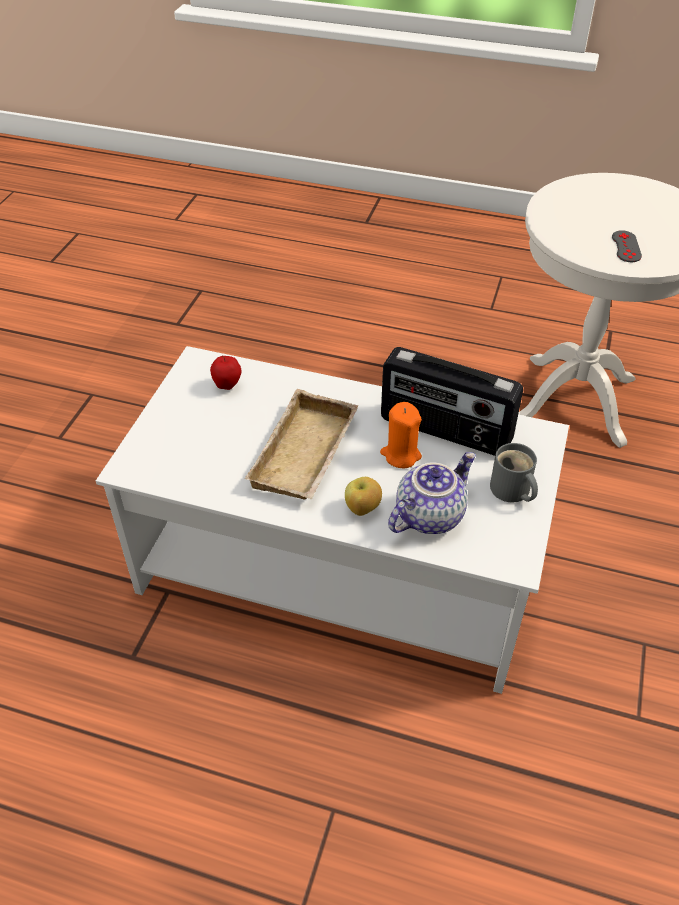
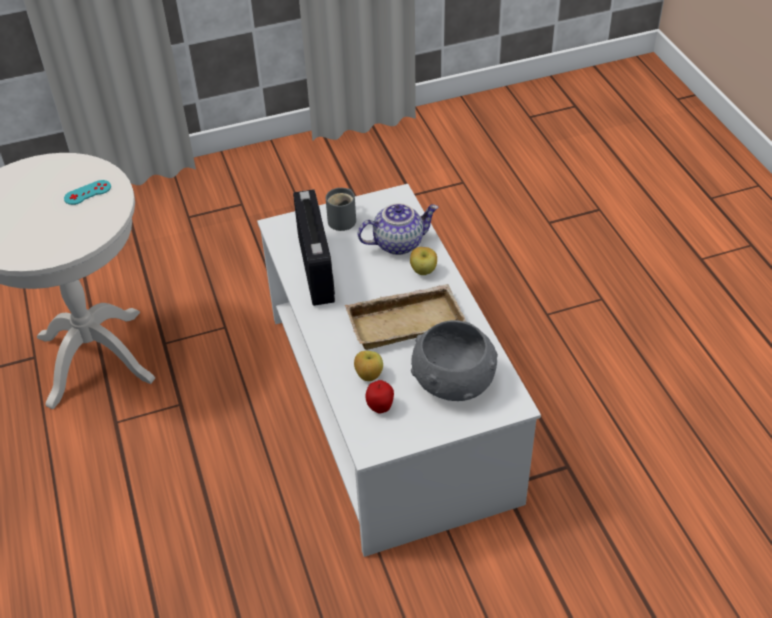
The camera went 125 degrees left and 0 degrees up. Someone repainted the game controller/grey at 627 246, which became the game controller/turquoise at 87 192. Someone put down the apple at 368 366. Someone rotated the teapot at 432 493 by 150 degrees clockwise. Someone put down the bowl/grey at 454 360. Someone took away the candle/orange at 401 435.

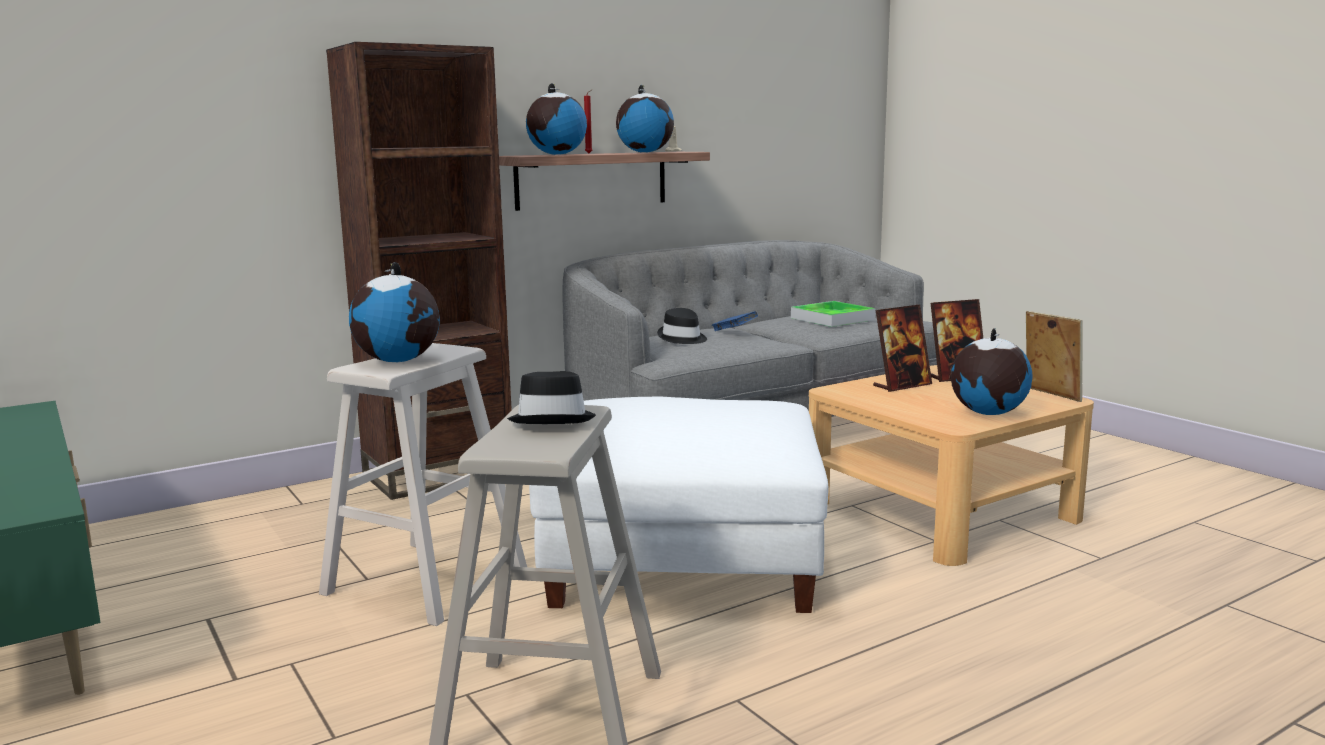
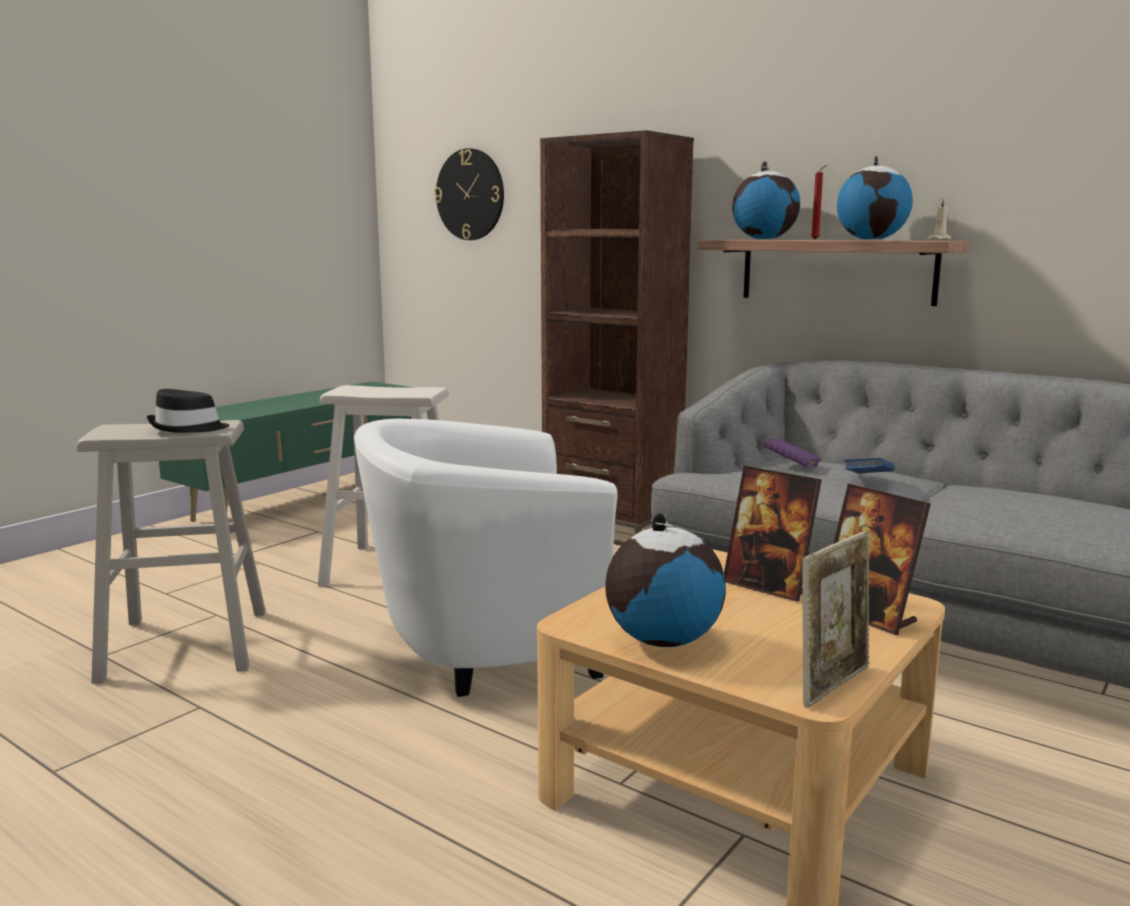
The camera went 70 degrees right and 0 degrees up. Someone swapped the ottoman/white at 679 504 for the armchair/white at 486 557. Someone put up the wall clock at 469 194. Someone swapped the hat/black at 682 326 for the book/purple at 792 453. Someone took away the globe at 394 312. Someone took away the tray at 833 314.

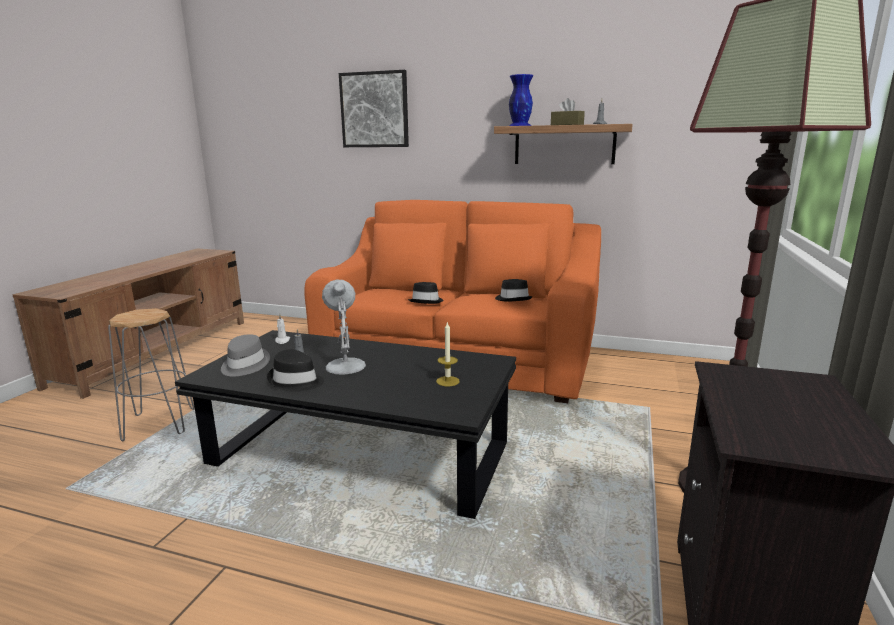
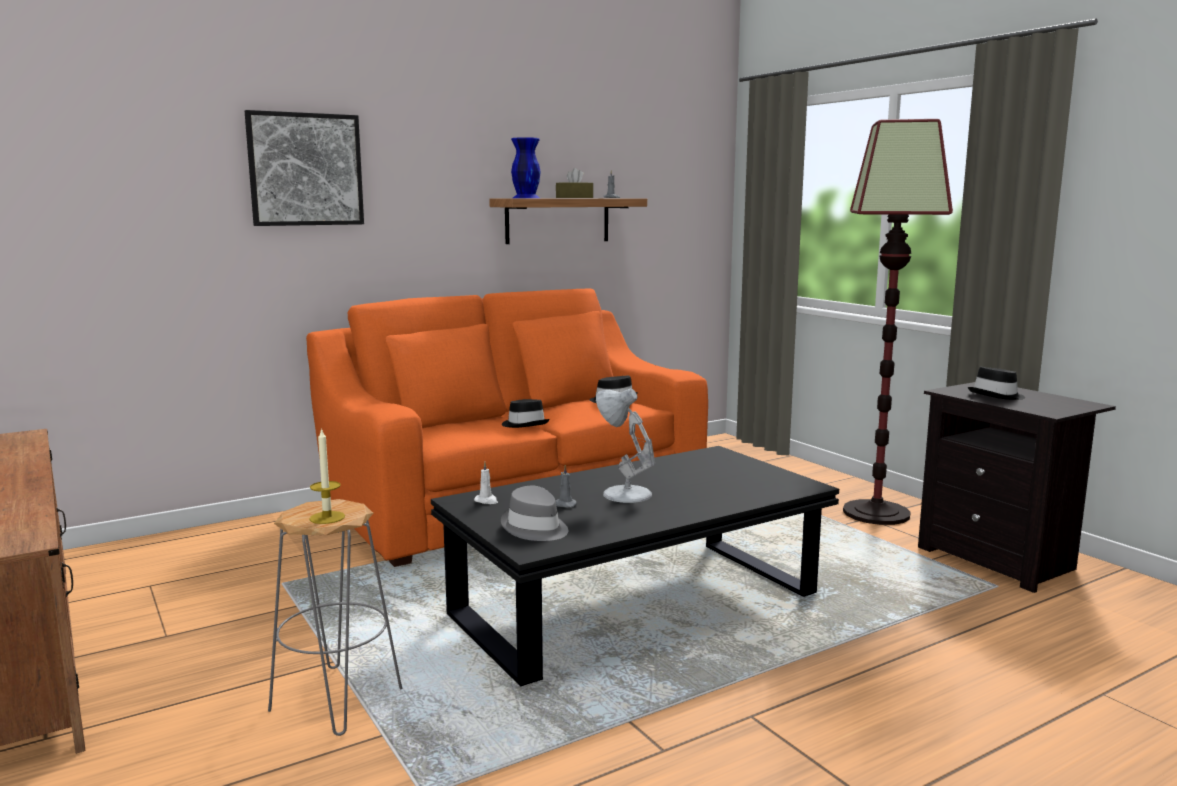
The camera went 50 degrees left and 5 degrees down. Someone carried the candle from 448 354 to 327 476. Someone carried the hat/black from 295 370 to 996 383.

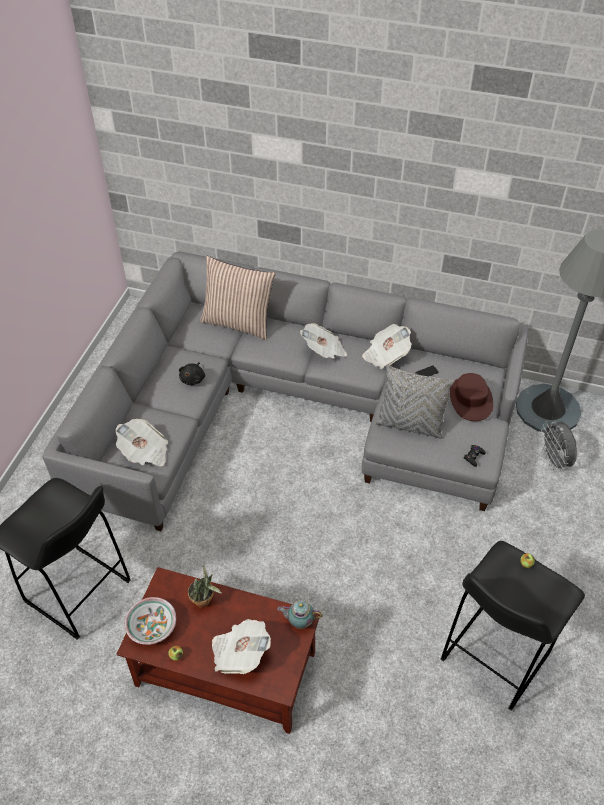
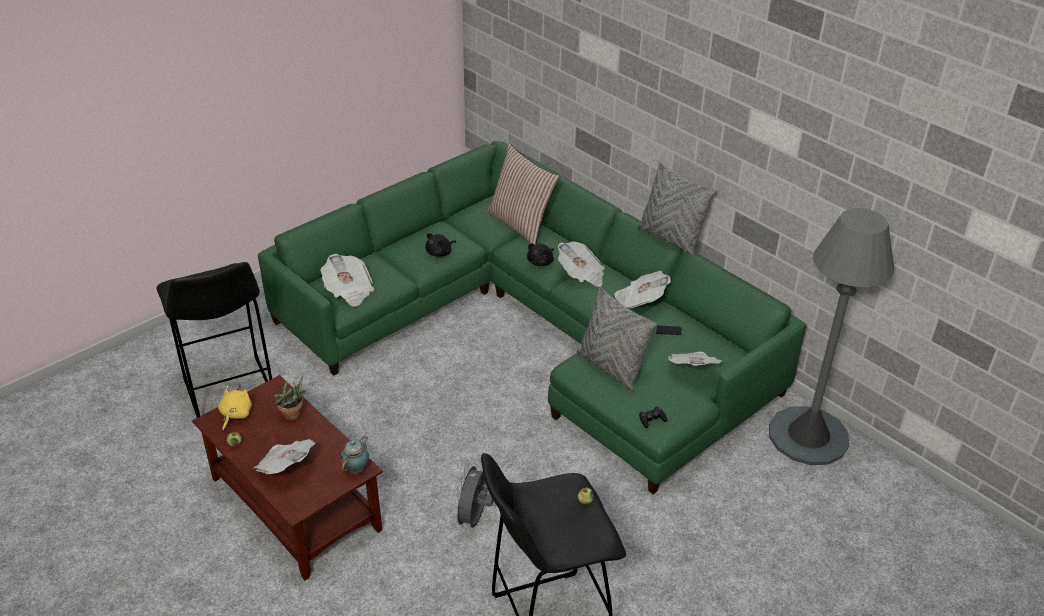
The camera went 30 degrees right and 10 degrees down. Someone swapped the bowl at 150 621 for the plush toy/yellow at 235 408. Someone repainted the sofa/grey at 285 391, which became the sofa/green at 532 317. Someone rotated the teapot at 300 614 by 75 degrees clockwise. Someone carried the fan/grey from 558 446 to 473 495. Someone put down the plush toy/black at 540 254. Someone put down the pillow/grey at 677 209. Someone swapped the hat/brown at 472 397 for the newspaper at 695 359.

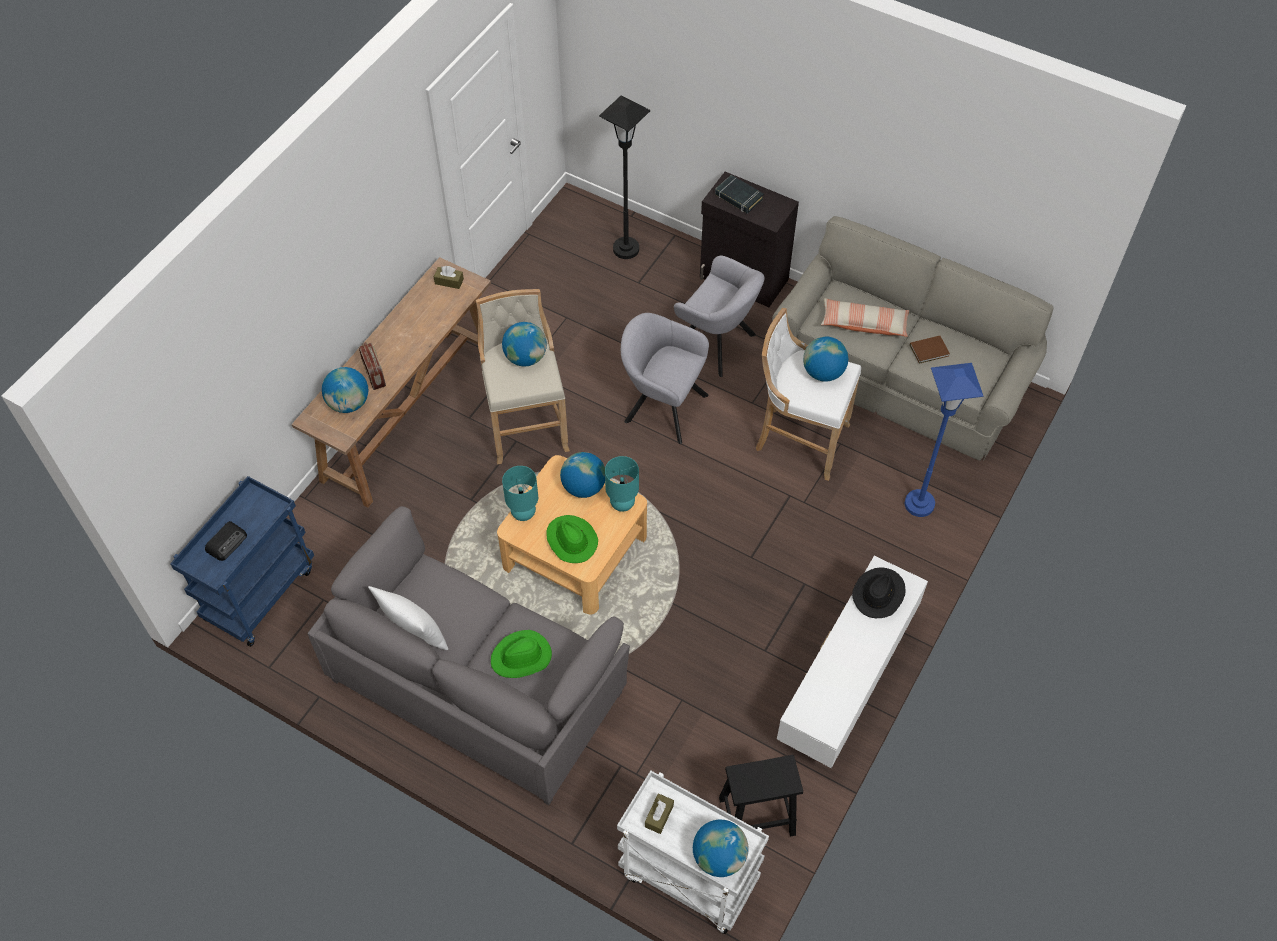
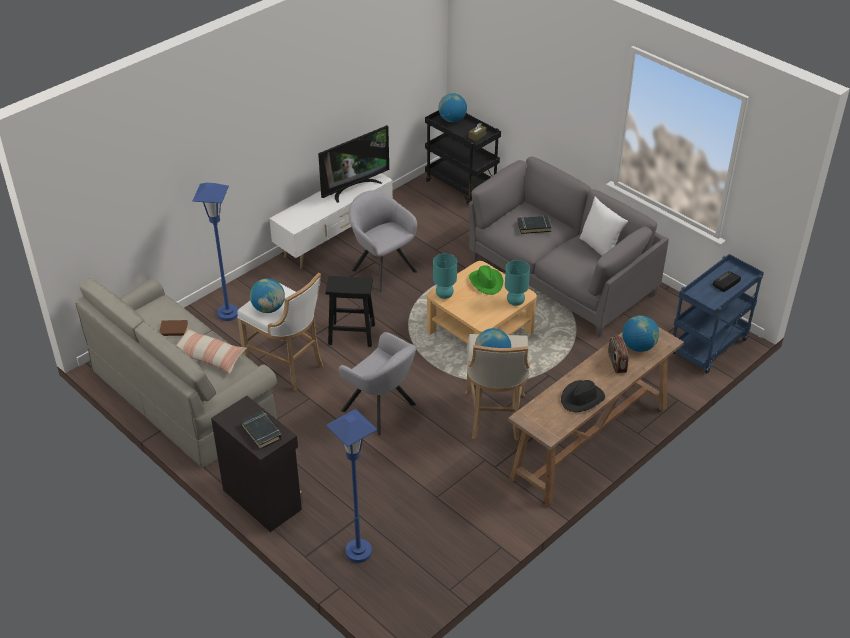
The camera went 165 degrees left and 15 degrees down. Someone put down the television at 353 164. Someone carried the stool/black from 761 796 to 350 311. Someone repainted the floor lamp/black at 625 177, which became the floor lamp/blue at 351 486. Someone carried the armchair/grey from 719 316 to 383 241. Someone repainted the cart/white at 693 852, which became the cart/black at 463 157. Someone swapped the hat/green at 521 654 for the book/black at 535 225. Someone carried the hat/black from 878 592 to 583 396. Someone took away the tissue box/brown at 449 277. Someone took away the globe at 582 475.

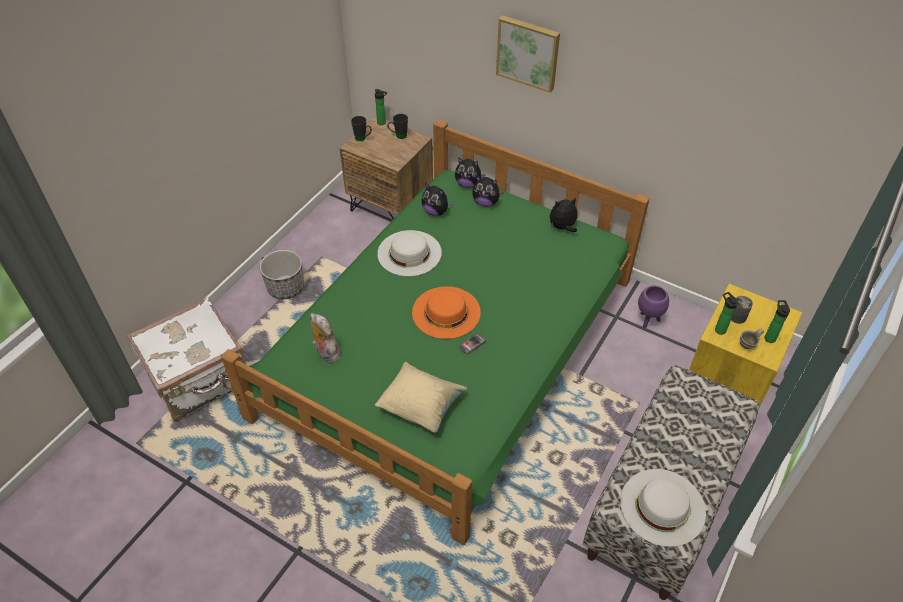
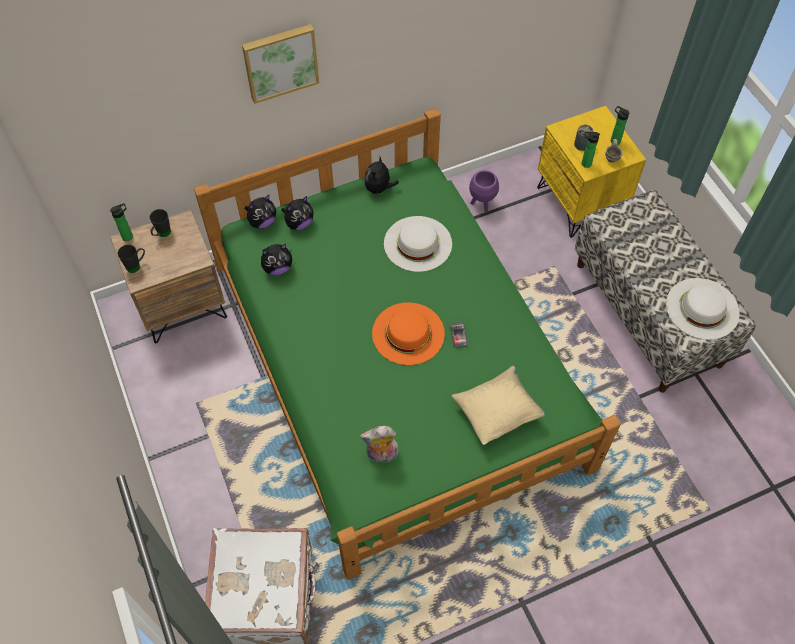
The camera went 55 degrees left and 10 degrees up. Someone carried the hat/white from 409 253 to 418 244. Someone took away the planter at 282 274.

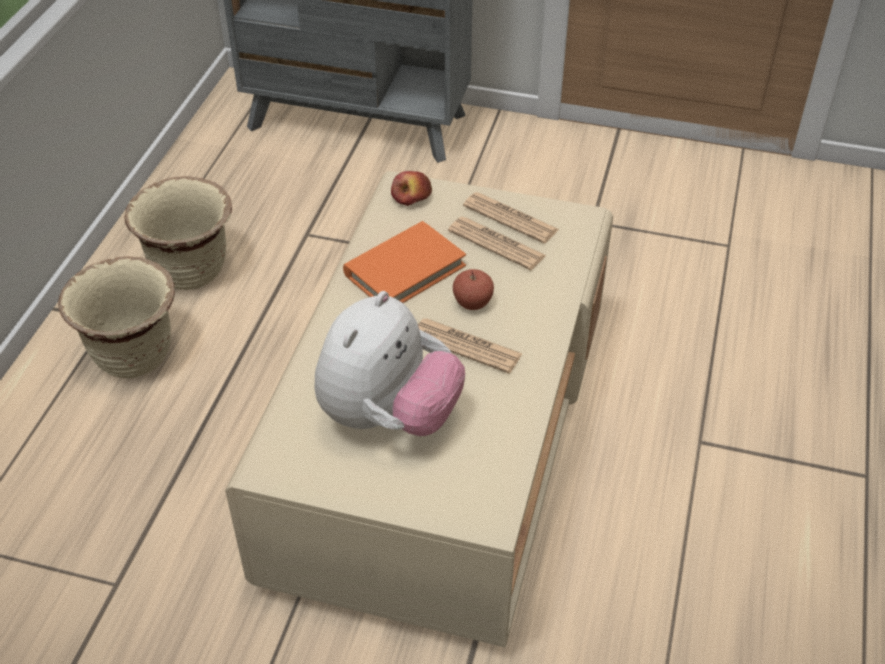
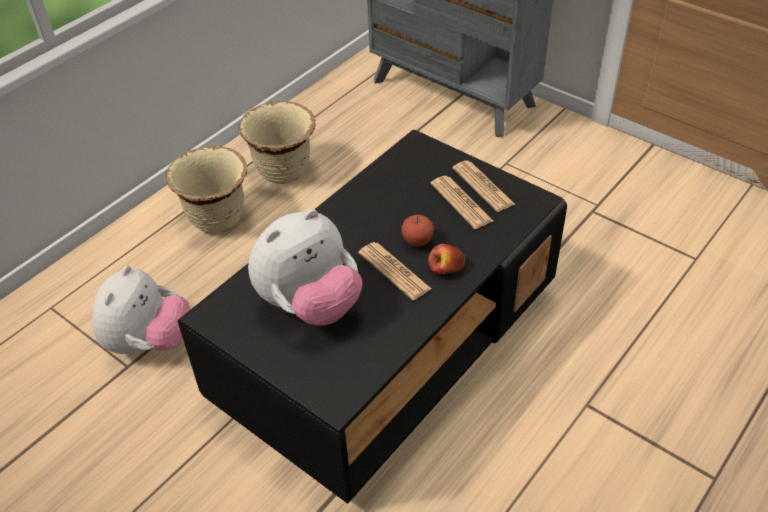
The camera went 25 degrees right and 0 degrees up. Someone put down the plush toy at 141 310. Someone repainted the coffee table/beige at 419 409, which became the coffee table/black at 372 317. Someone carried the apple from 411 188 to 446 259. Someone took away the book/orange at 404 262.

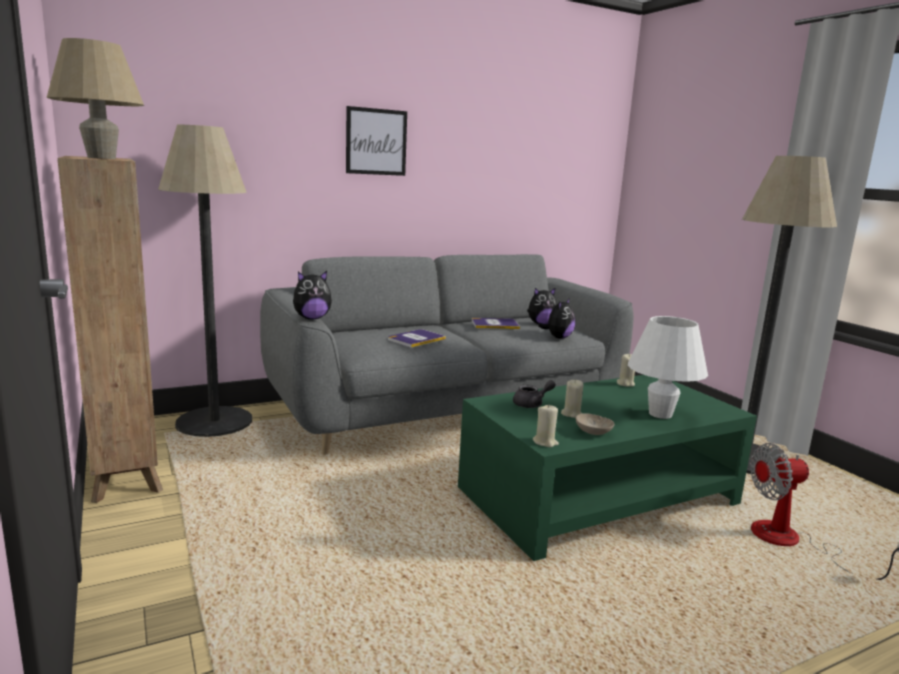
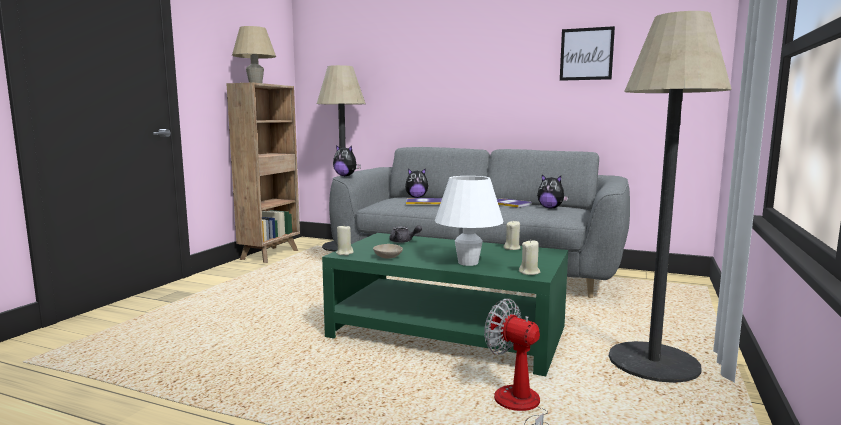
The camera went 50 degrees right and 5 degrees down. Someone carried the plush toy from 557 318 to 417 183. Someone carried the candle/beige from 572 398 to 529 257. Someone carried the picture from 376 141 to 587 53.

